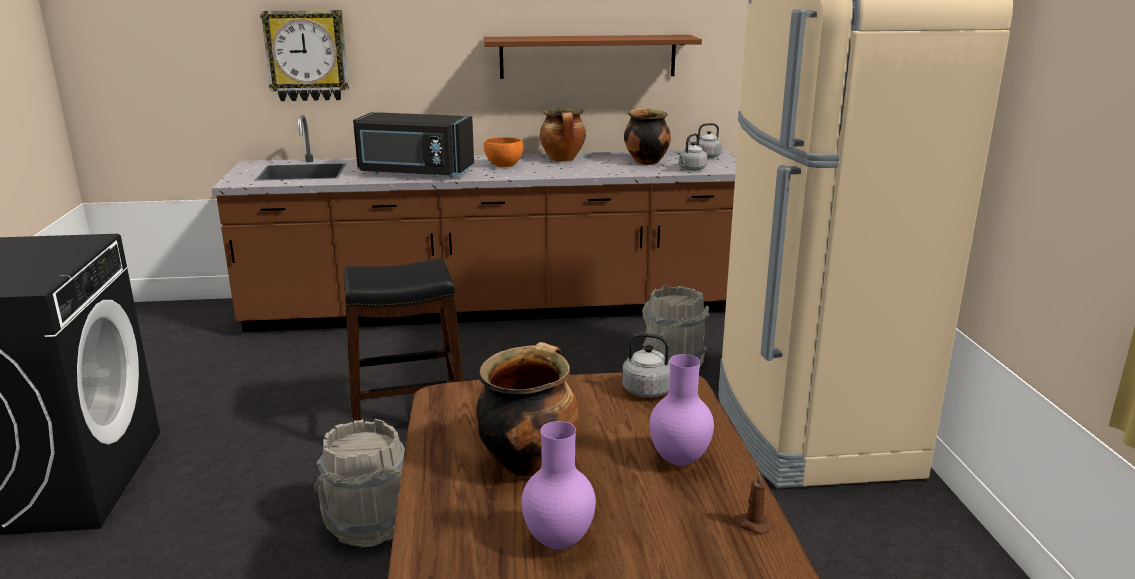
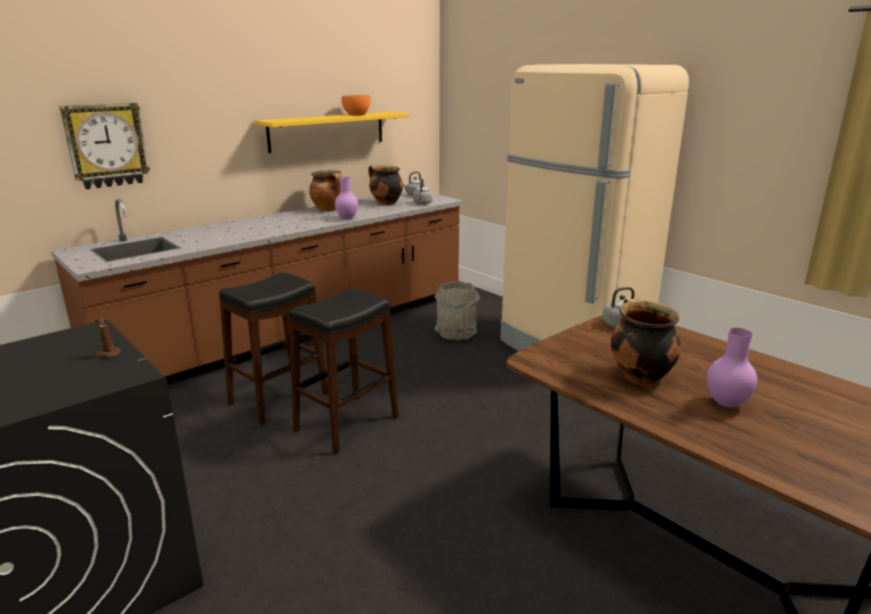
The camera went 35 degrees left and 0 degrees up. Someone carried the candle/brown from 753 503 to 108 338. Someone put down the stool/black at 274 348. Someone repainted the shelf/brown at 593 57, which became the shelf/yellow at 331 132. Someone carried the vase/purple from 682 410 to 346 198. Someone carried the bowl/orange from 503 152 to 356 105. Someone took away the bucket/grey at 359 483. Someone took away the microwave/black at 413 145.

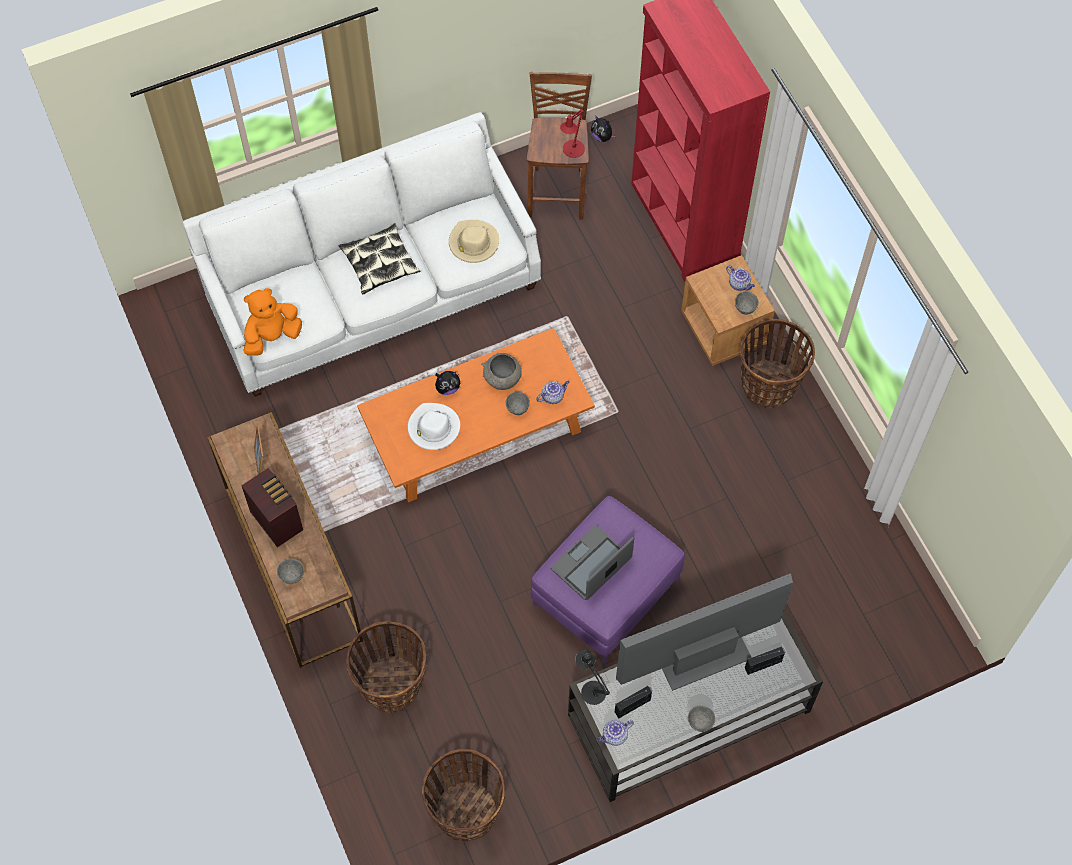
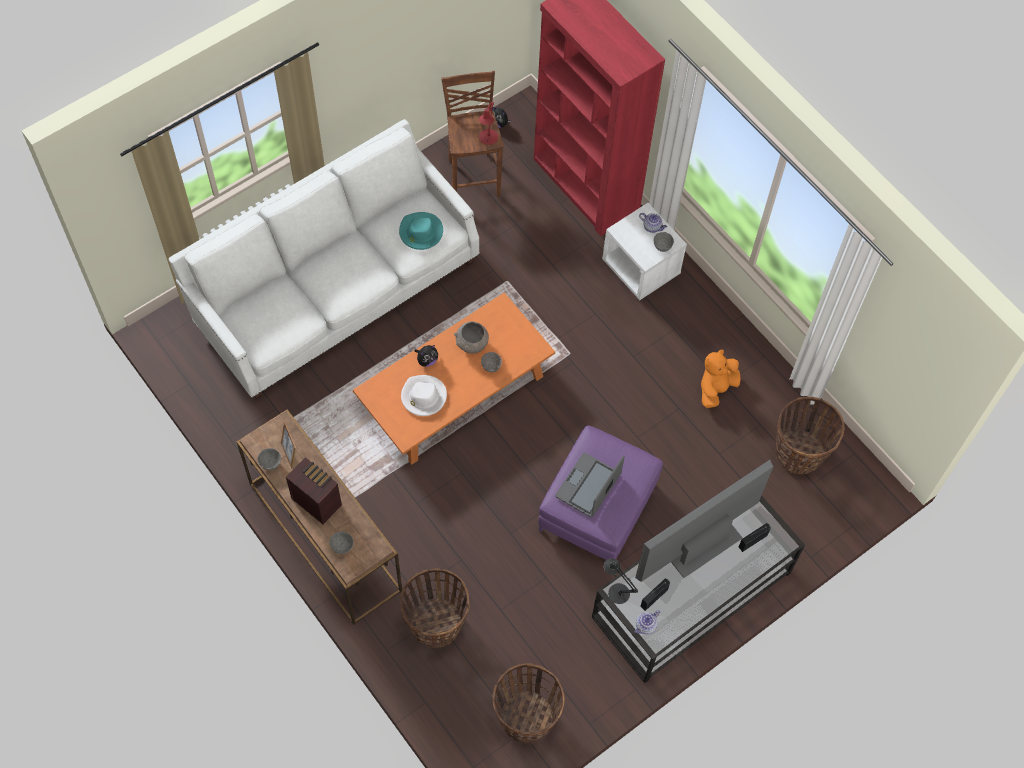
The camera went 15 degrees left and 0 degrees up. Someone carried the bowl/grey from 701 718 to 269 459. Someone repainted the hat/beige at 474 241, which became the hat/turquoise at 421 231. Someone repainted the nightstand/brown at 728 310, which became the nightstand/white at 644 251. Someone carried the plush toy/orange from 272 322 to 721 379. Someone carried the basket from 777 363 to 810 435. Someone took away the pillow at 380 259. Someone took away the teapot at 553 392.

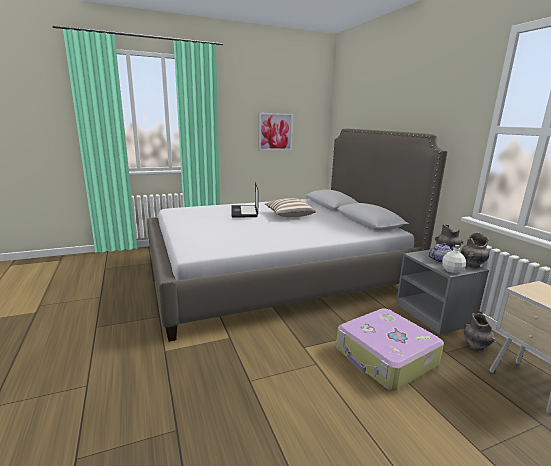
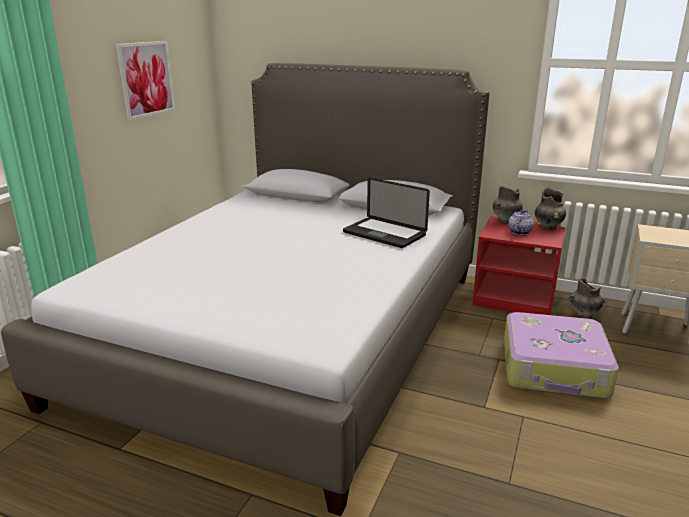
The camera went 45 degrees left and 5 degrees up. Someone carried the laptop from 245 199 to 386 212. Someone repainted the nightstand/grey at 442 292, which became the nightstand/red at 518 265. Someone took away the pillow at 290 207. Someone took away the bottle/white at 454 259.

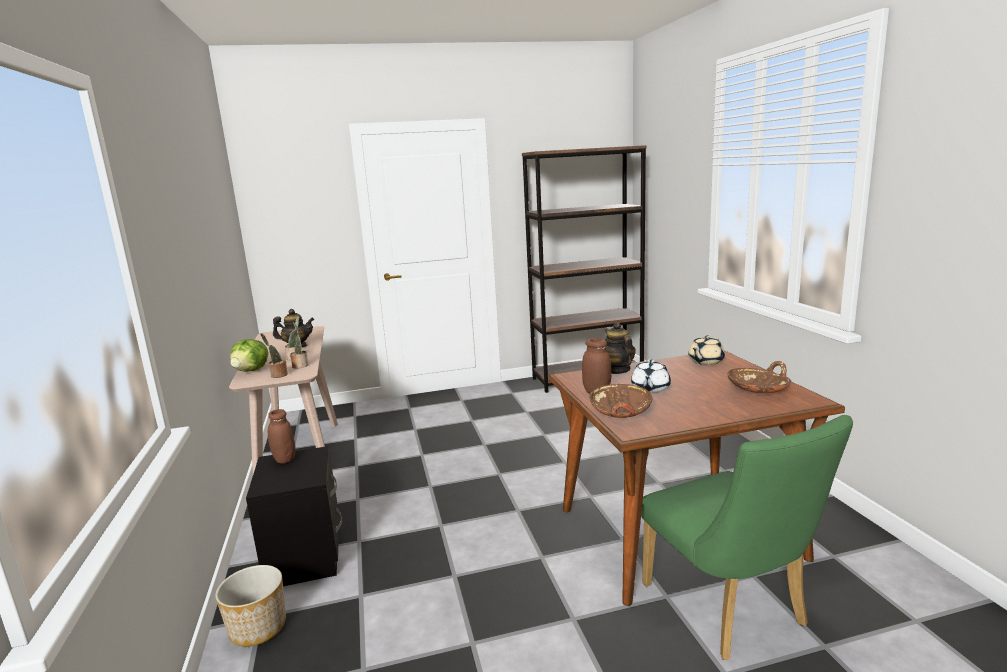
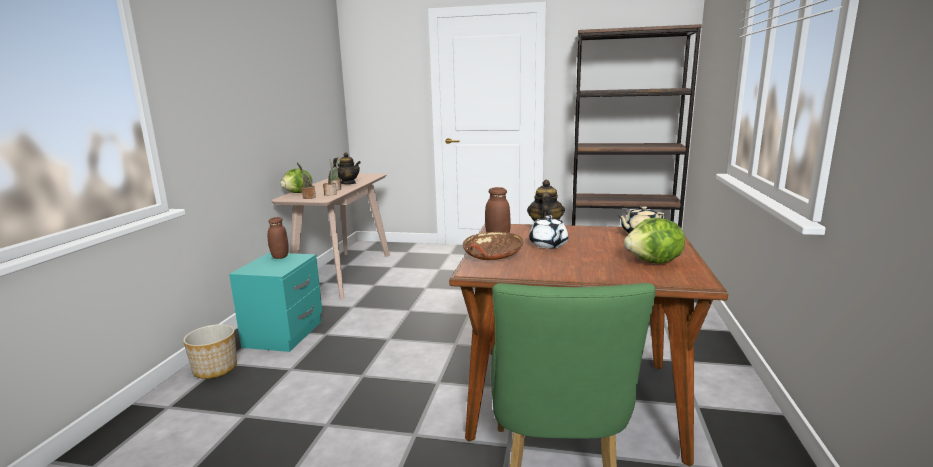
The camera went 25 degrees right and 0 degrees up. Someone repainted the nightstand/black at 294 516, which became the nightstand/turquoise at 275 302. Someone rotated the teapot/white at 651 376 by 60 degrees counterclockwise. Someone swapped the bowl/brown at 759 377 for the lettuce at 654 241.

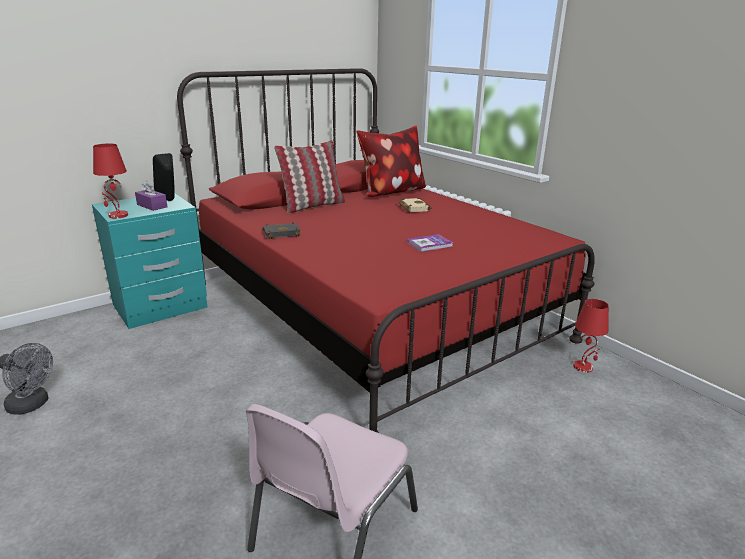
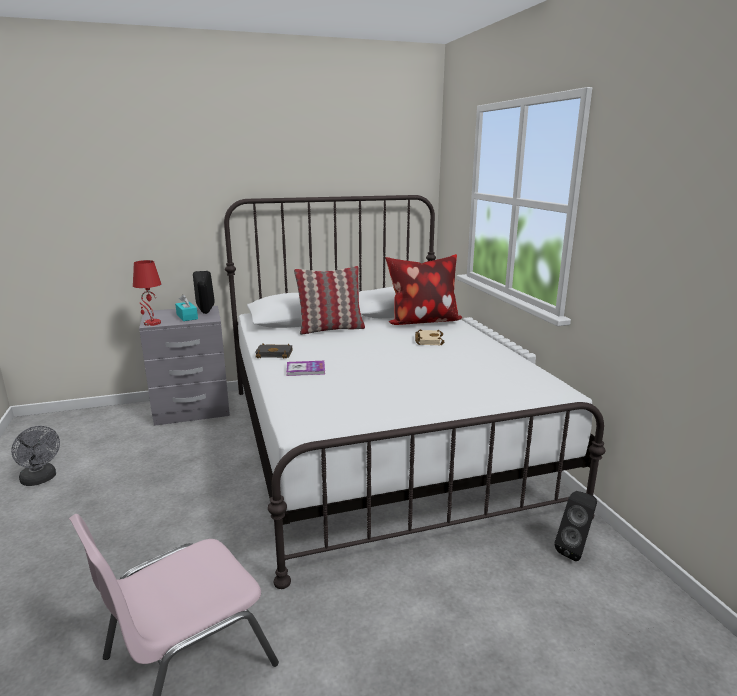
The camera went 20 degrees right and 5 degrees down. Someone repainted the nightstand/turquoise at 149 261, which became the nightstand/grey at 184 366. Someone repainted the tissue box/purple at 151 196, which became the tissue box/turquoise at 186 307. Someone repainted the bed/red at 386 250, which became the bed/white at 415 392. Someone carried the book from 430 243 to 305 368. Someone swapped the table lamp/red at 591 336 for the speaker/black at 575 526.

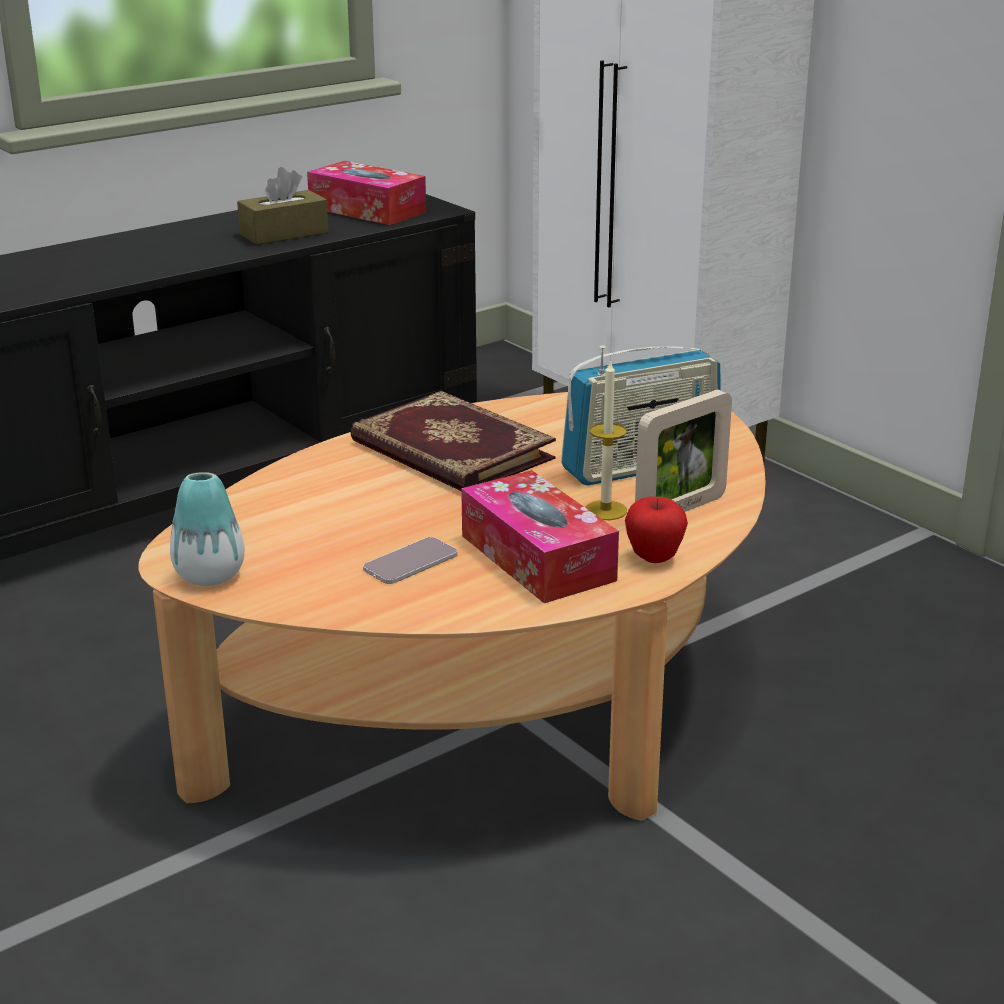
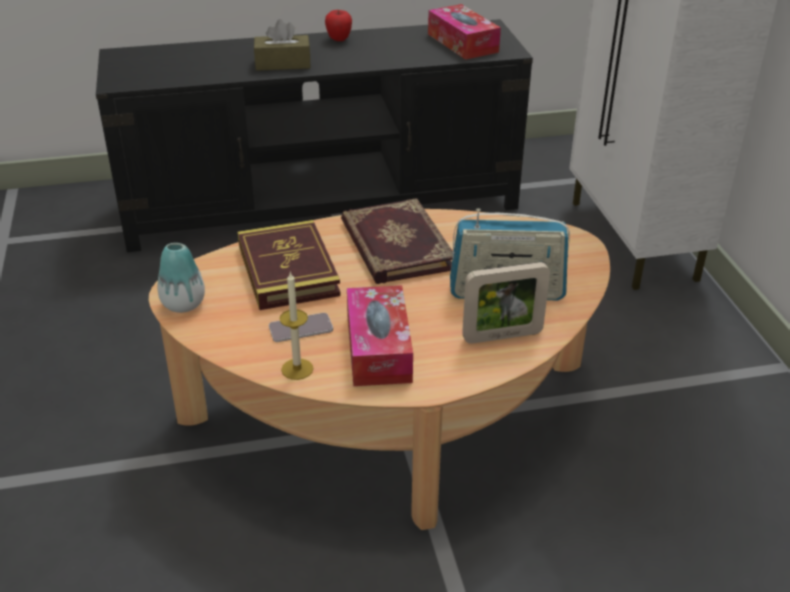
The camera went 25 degrees right and 10 degrees up. Someone put down the book at 289 265. Someone carried the tissue box/brown from 282 206 to 282 45. Someone carried the candle from 606 439 to 296 326. Someone carried the apple from 656 530 to 338 25.

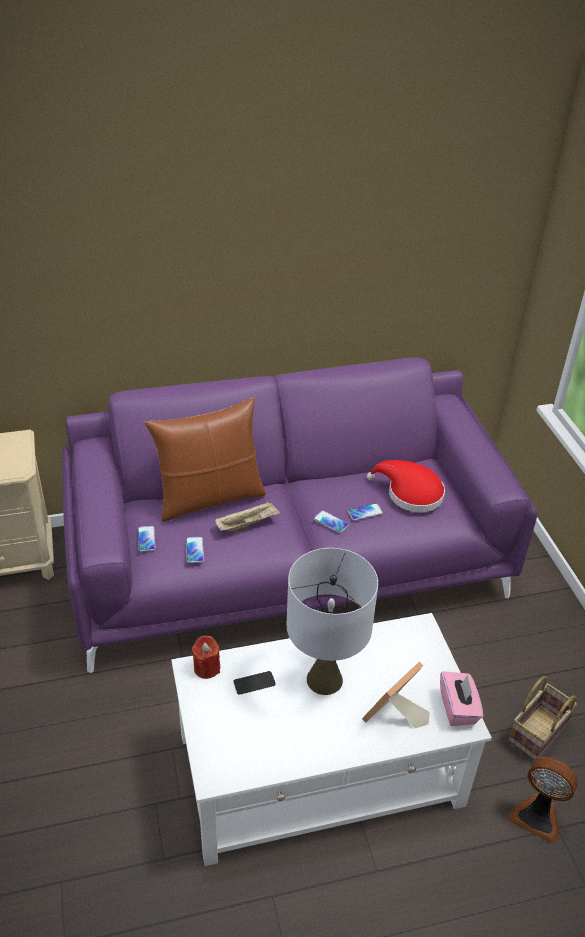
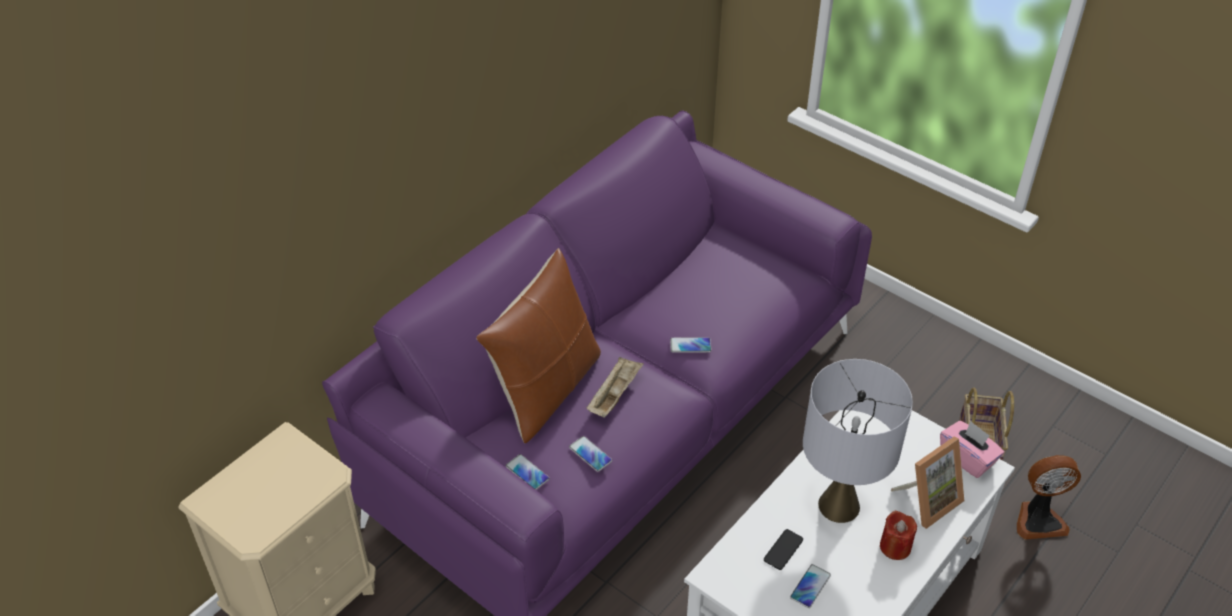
The camera went 35 degrees left and 5 degrees up. Someone carried the phone from 365 512 to 810 586. Someone carried the candle/red from 205 657 to 898 535. Someone rotated the picture frame at 396 694 by 135 degrees counterclockwise. Someone took away the hat/red at 406 486.

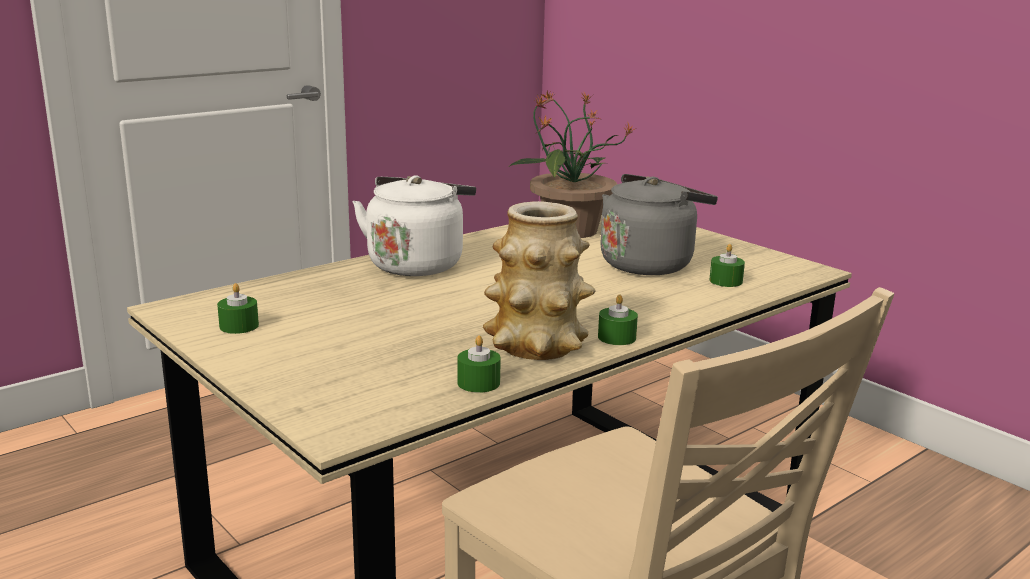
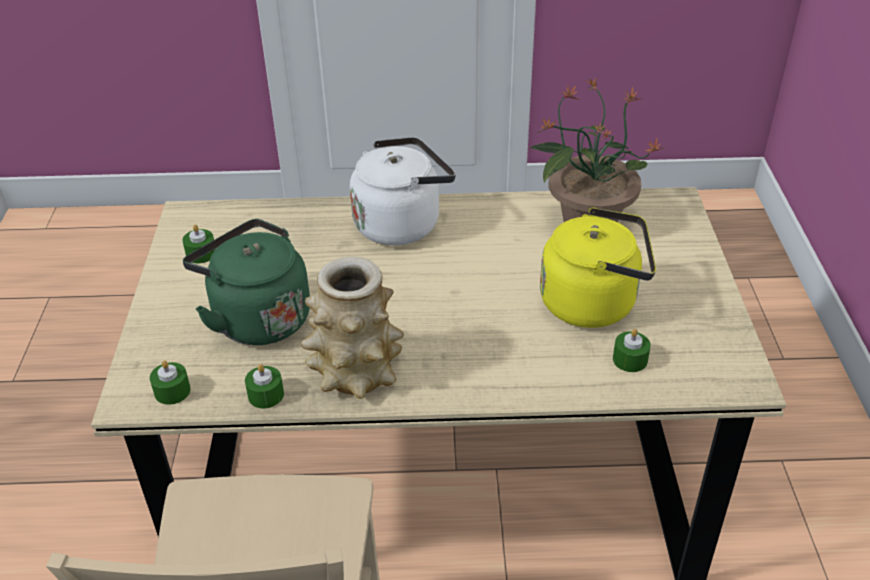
The camera went 40 degrees right and 20 degrees up. Someone carried the candle/green from 618 320 to 170 383. Someone put down the kettle/green at 246 282. Someone repainted the kettle/grey at 659 224, which became the kettle/yellow at 598 267.

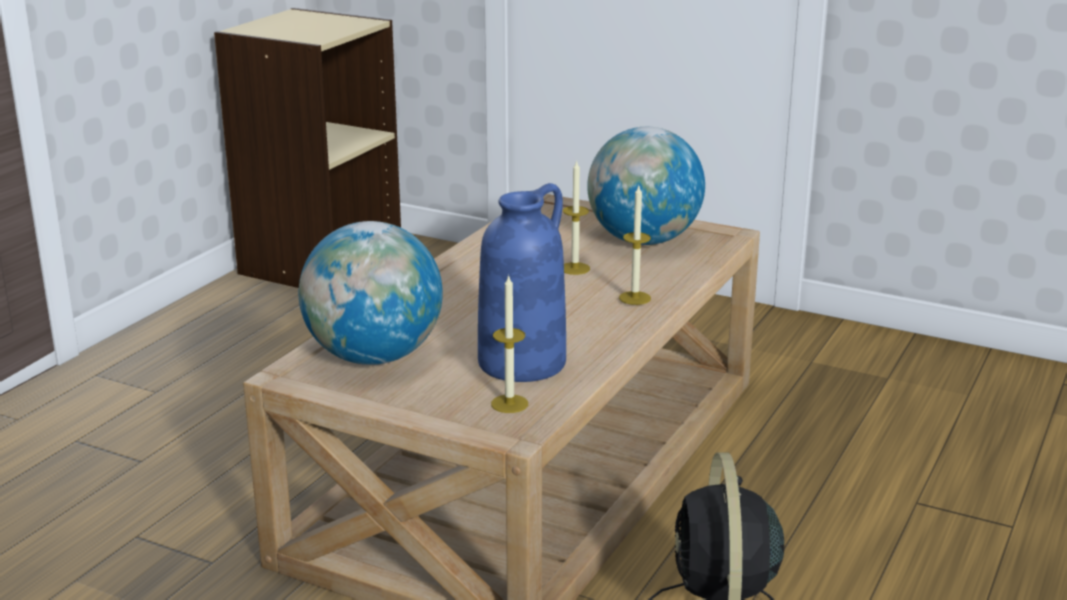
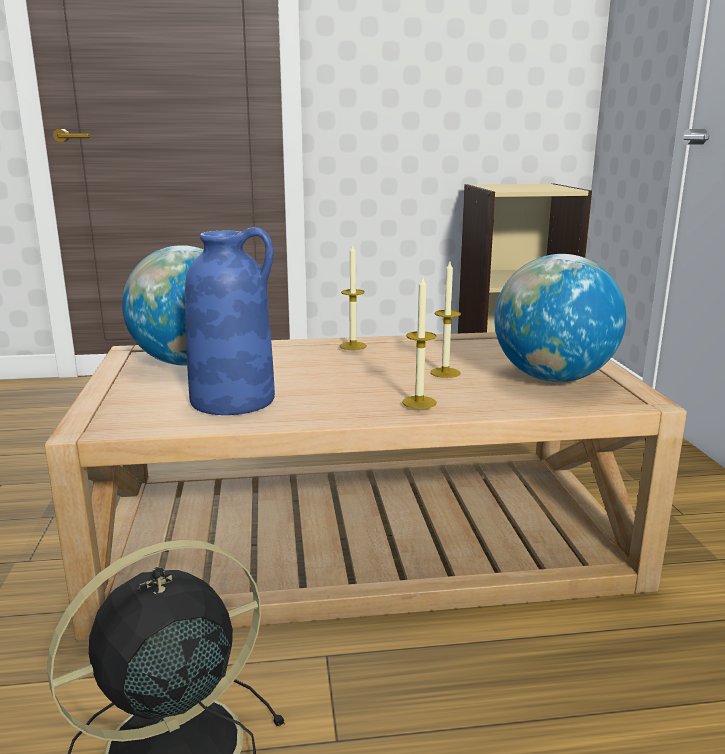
The camera went 55 degrees right and 5 degrees down. Someone carried the candle from 509 343 to 353 297.

